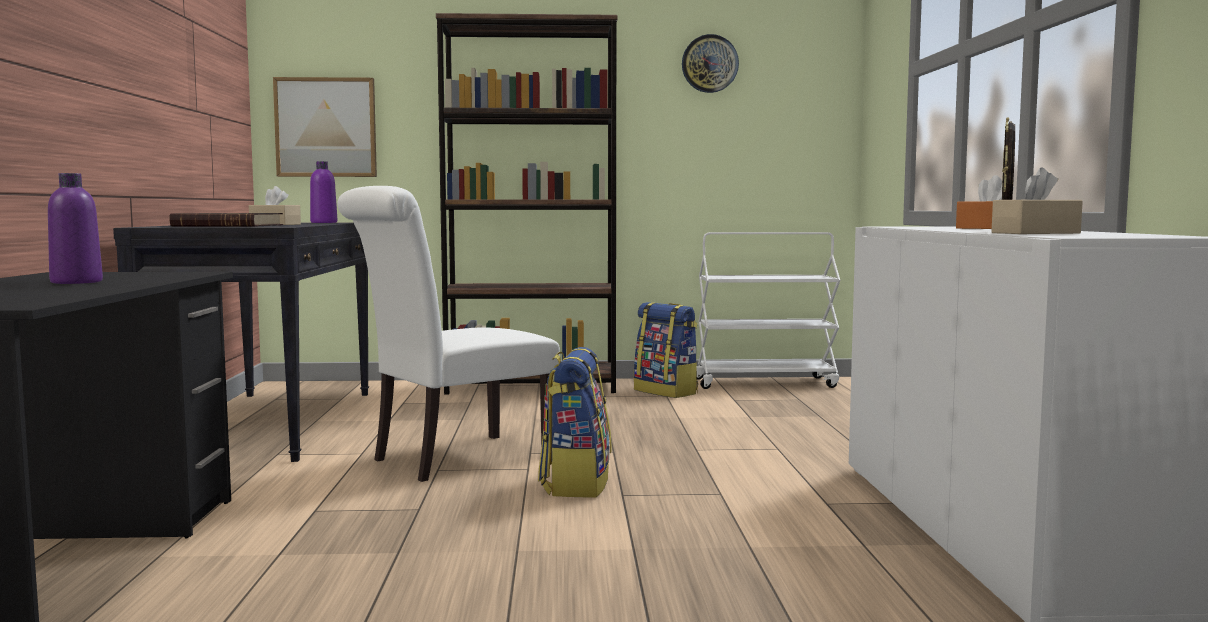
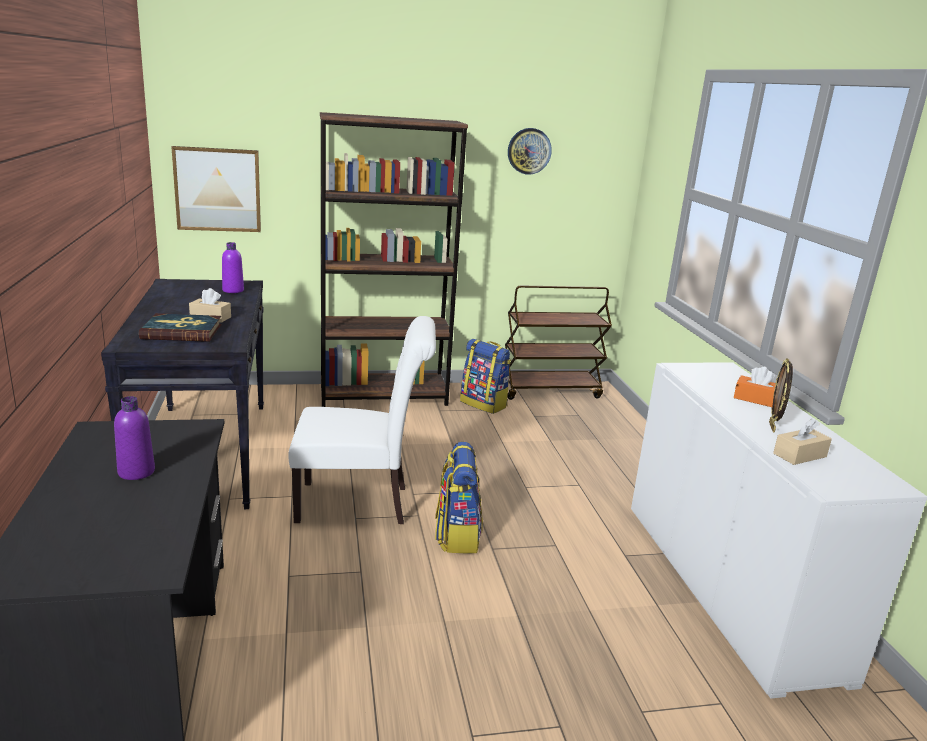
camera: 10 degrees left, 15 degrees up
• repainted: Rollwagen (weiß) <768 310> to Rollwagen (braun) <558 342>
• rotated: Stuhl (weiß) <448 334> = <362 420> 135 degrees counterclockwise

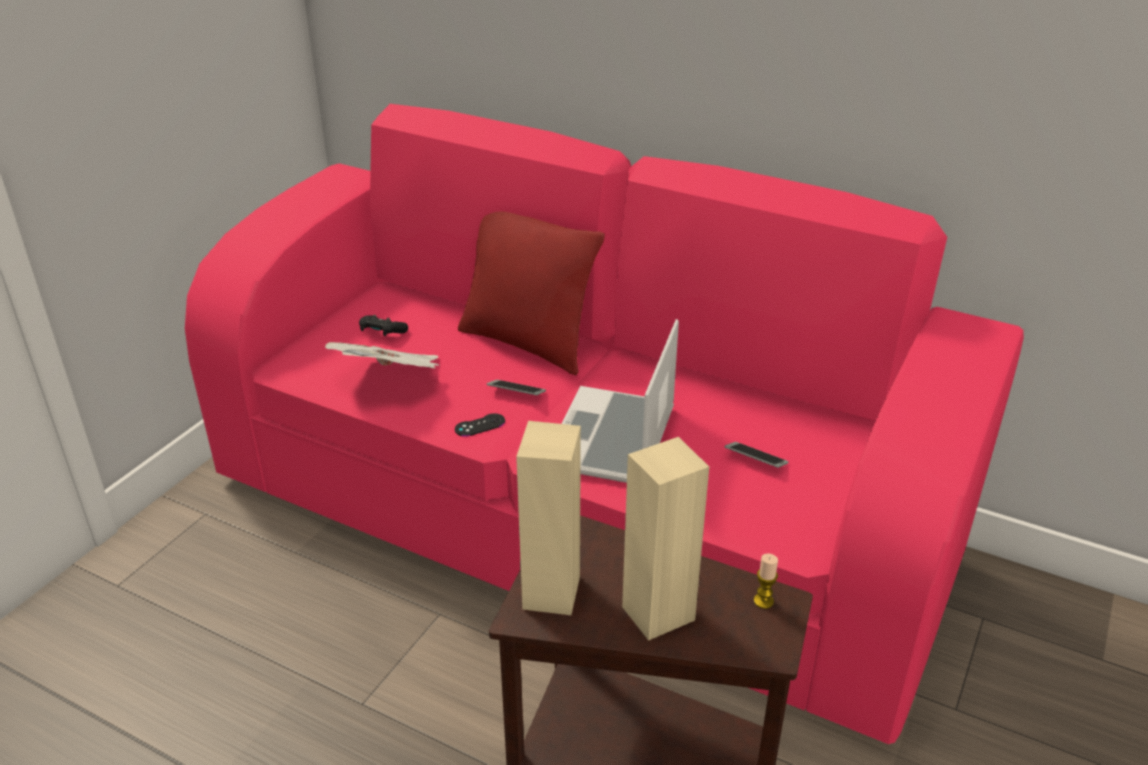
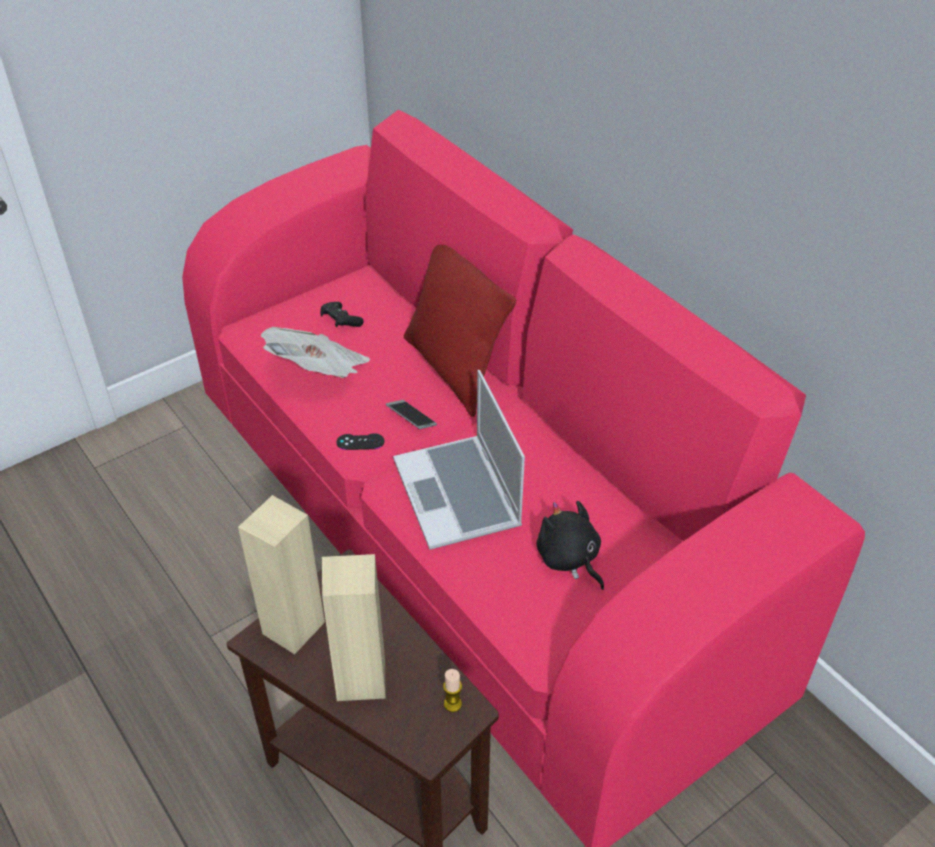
camera: 25 degrees right, 10 degrees up
• swapped: Handy <756 455> to Plüschtier (schwarz) <570 545>
• rotated: Laptop <620 401> = <459 460> 60 degrees counterclockwise

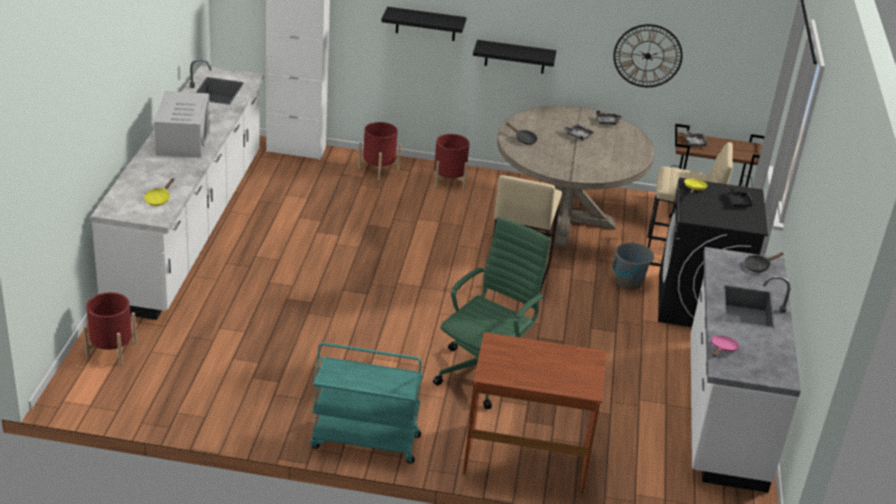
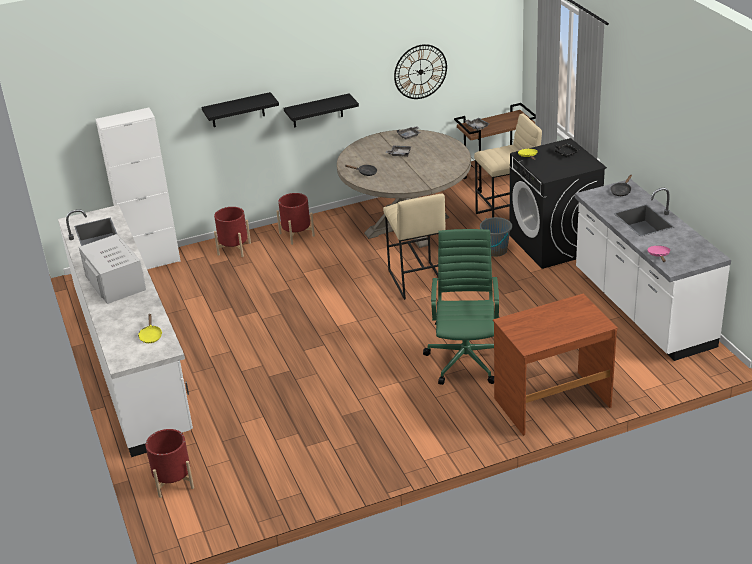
camera: 25 degrees left, 0 degrees up
• gone: Rollwagen (türkis) <366 403>

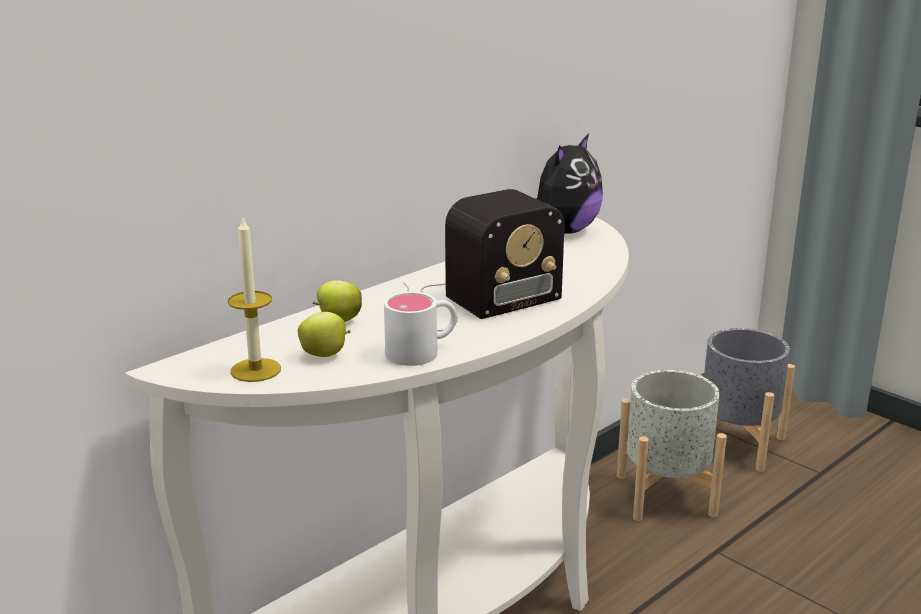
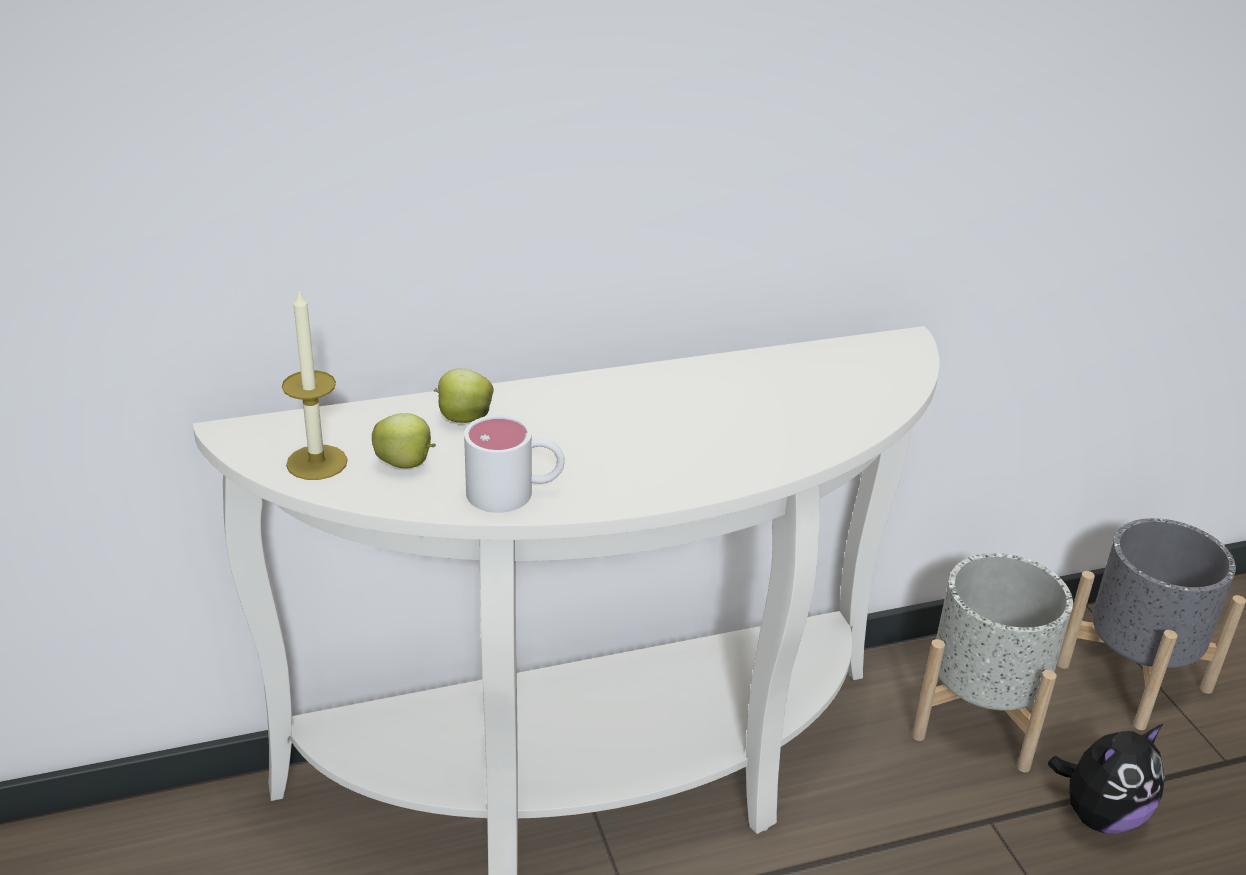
camera: 25 degrees right, 10 degrees up
• gone: Radio <484 260>
• shifted: Plüschtier <569 183> to <1106 779>

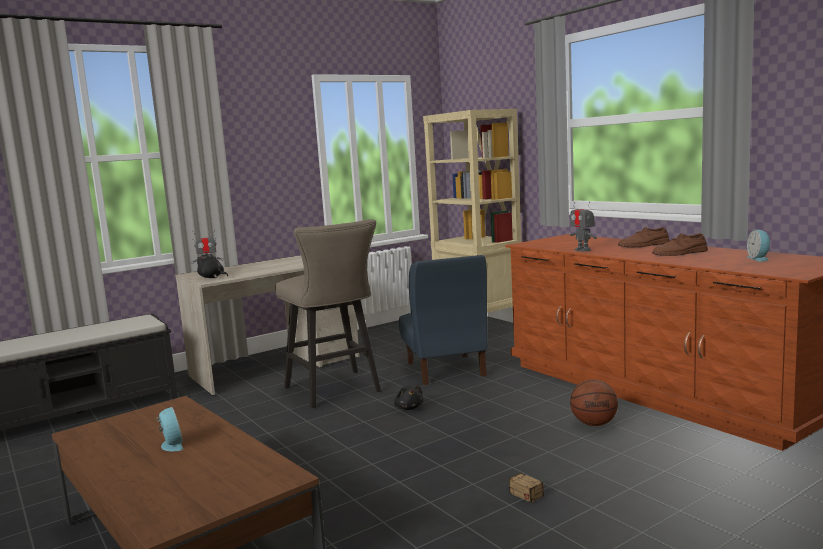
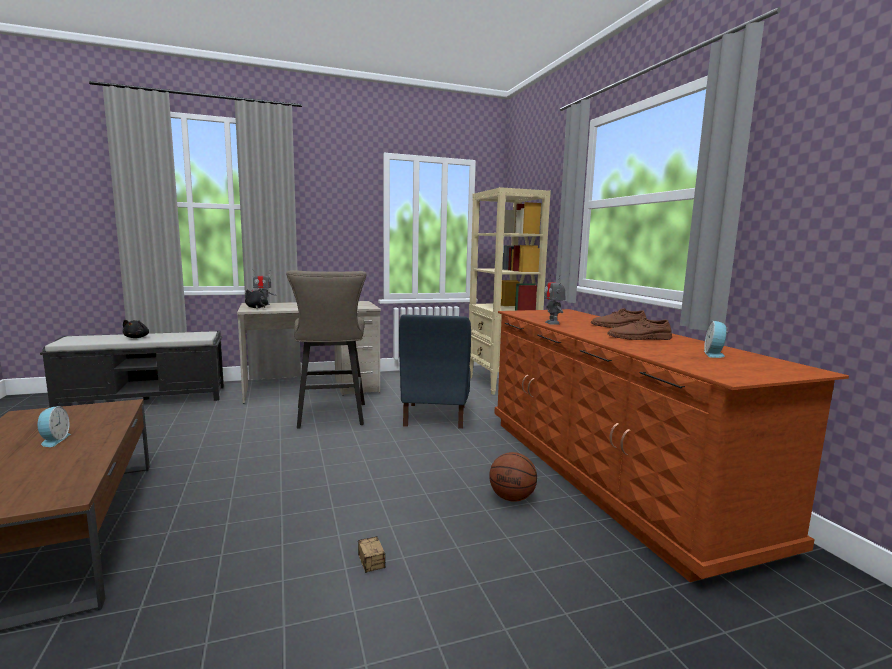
camera: 15 degrees right, 0 degrees up
• shifted: Plüschtier (schwarz) <408 397> to <136 329>

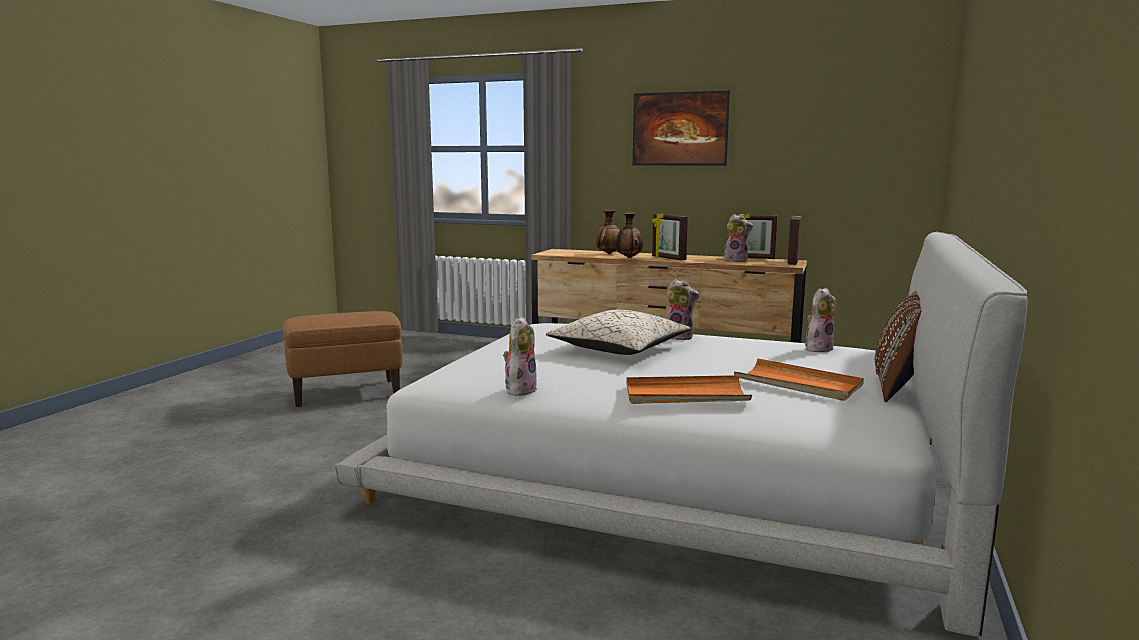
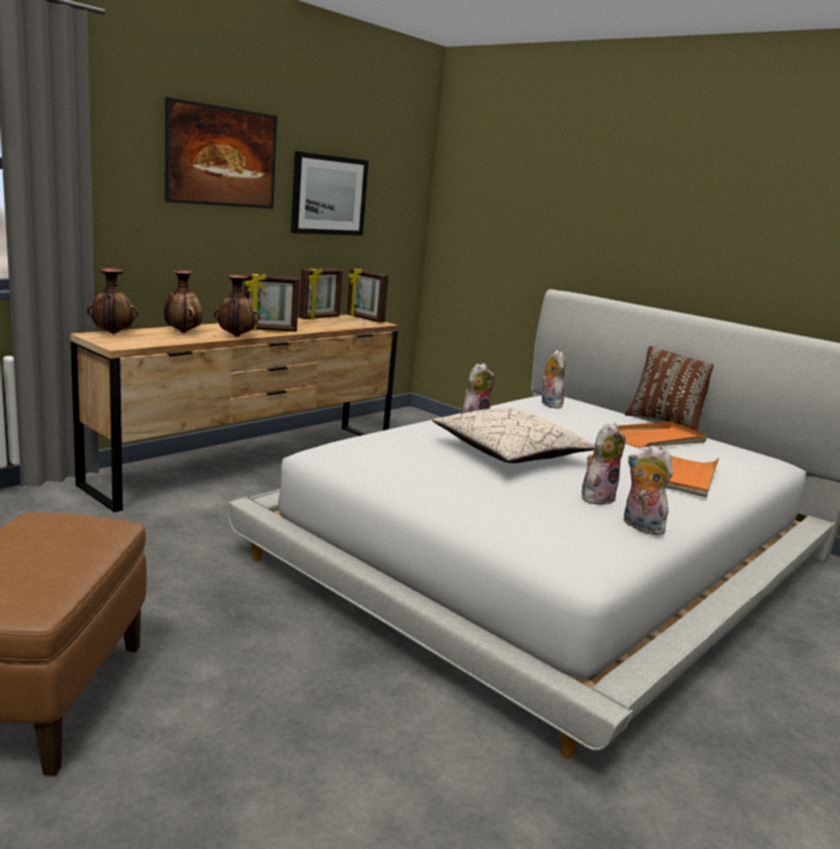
camera: 70 degrees left, 5 degrees up
• new: Vase <112 301>
• new: Bild <330 193>
• shifted: Plüschtier <738 238> to <604 463>

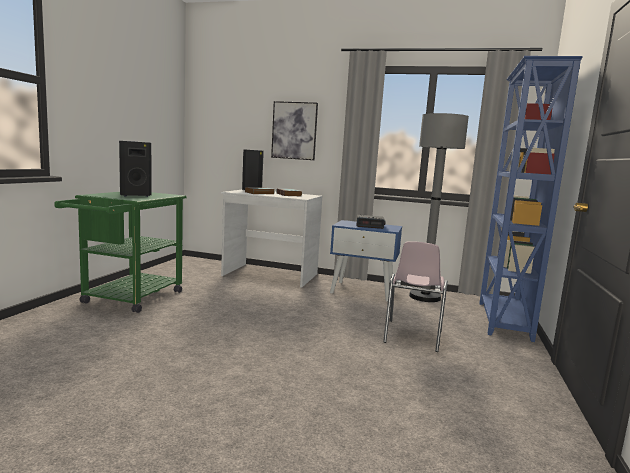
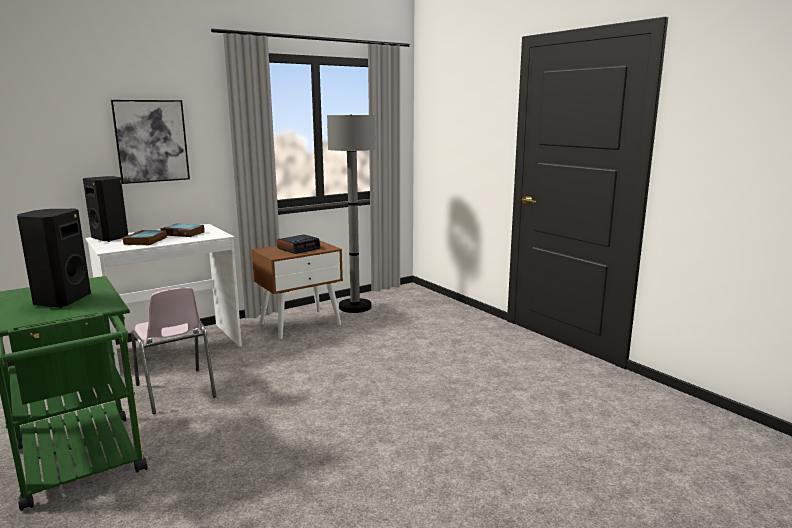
camera: 50 degrees left, 5 degrees up
• gone: Bücherregal (blau) <531 199>
• shifted: Stuhl (rosa) <415 296> to <173 350>
• repainted: Nachttisch (blau) <366 261> to Nachttisch (braun) <297 289>

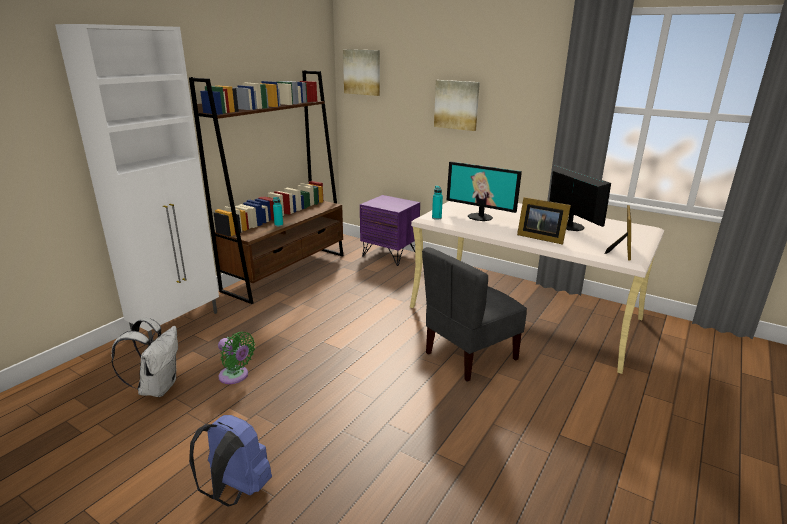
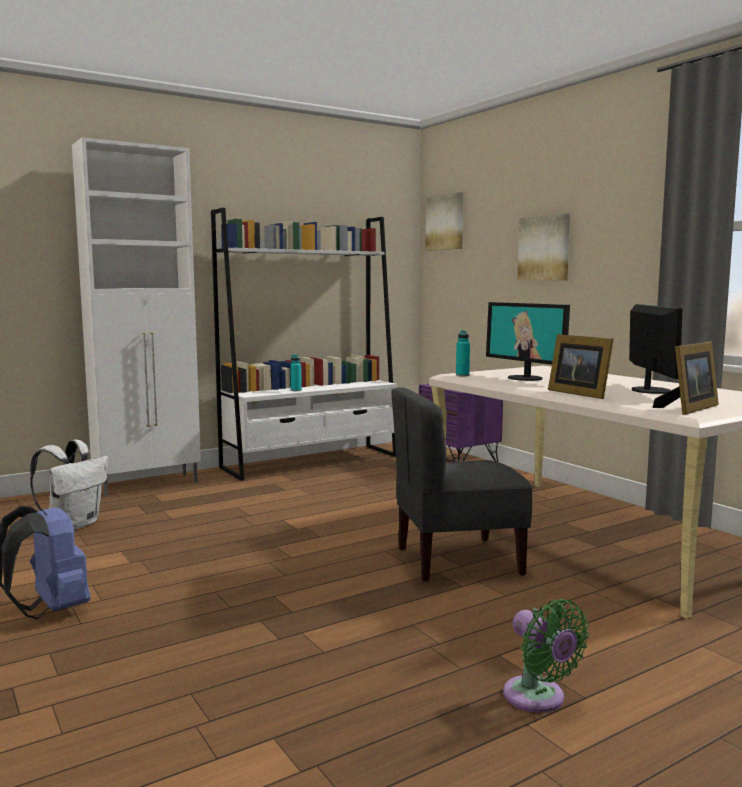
camera: 25 degrees right, 15 degrees down
• shifted: Ventilator (grün) <236 358> to <546 656>
• repainted: Bücherregal (braun) <266 187> to Bücherregal (weiß) <304 344>

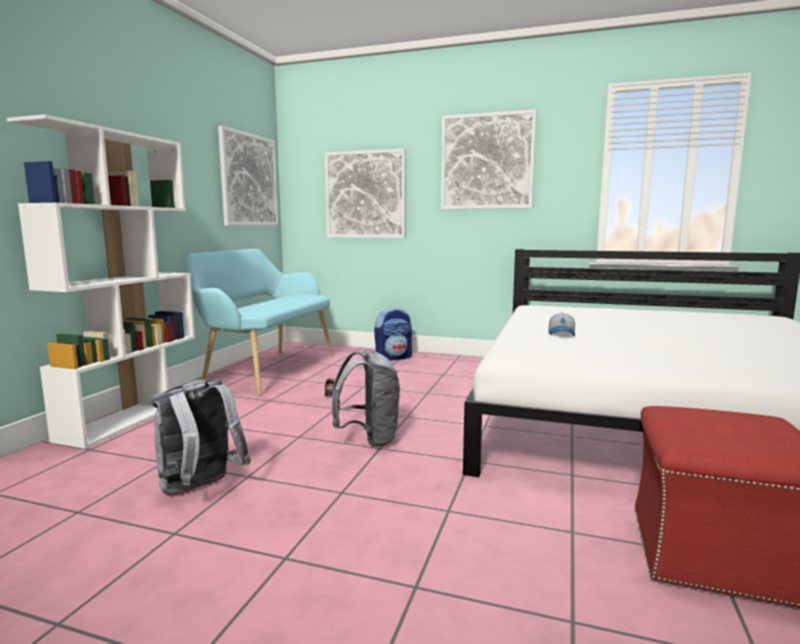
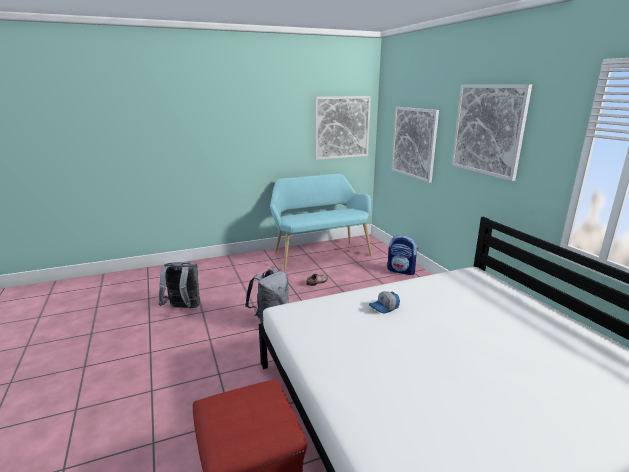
camera: 50 degrees right, 10 degrees up
• gone: Bücherregal (weiß) <101 281>

